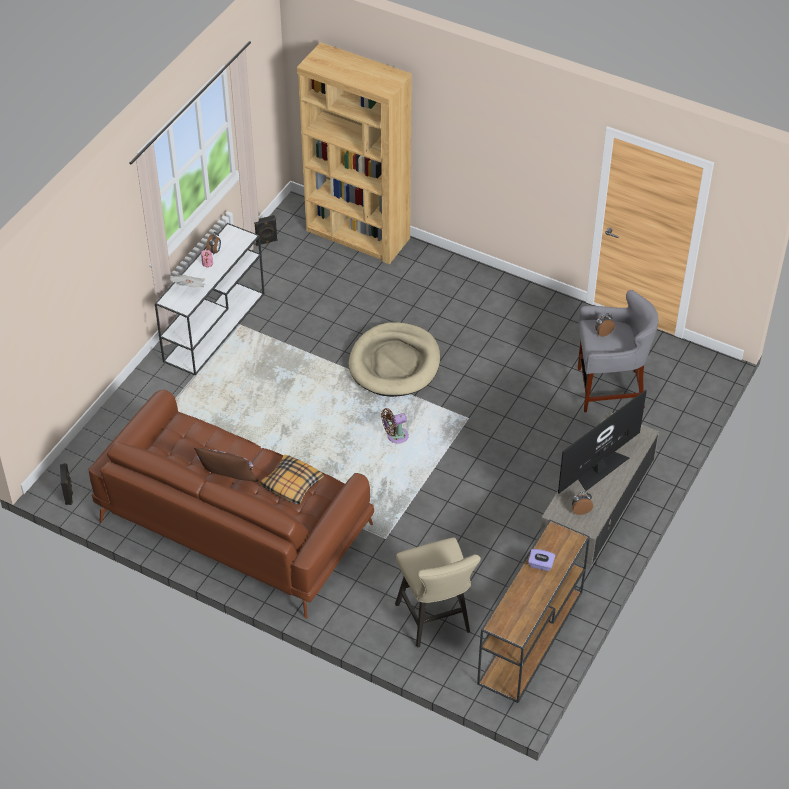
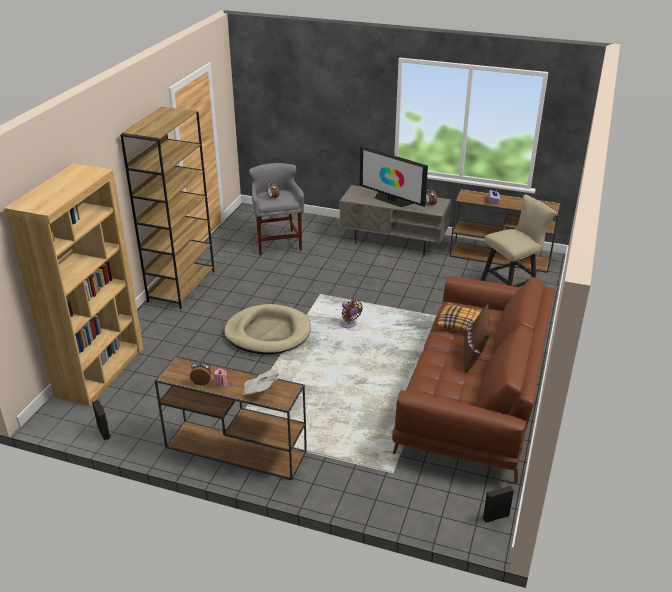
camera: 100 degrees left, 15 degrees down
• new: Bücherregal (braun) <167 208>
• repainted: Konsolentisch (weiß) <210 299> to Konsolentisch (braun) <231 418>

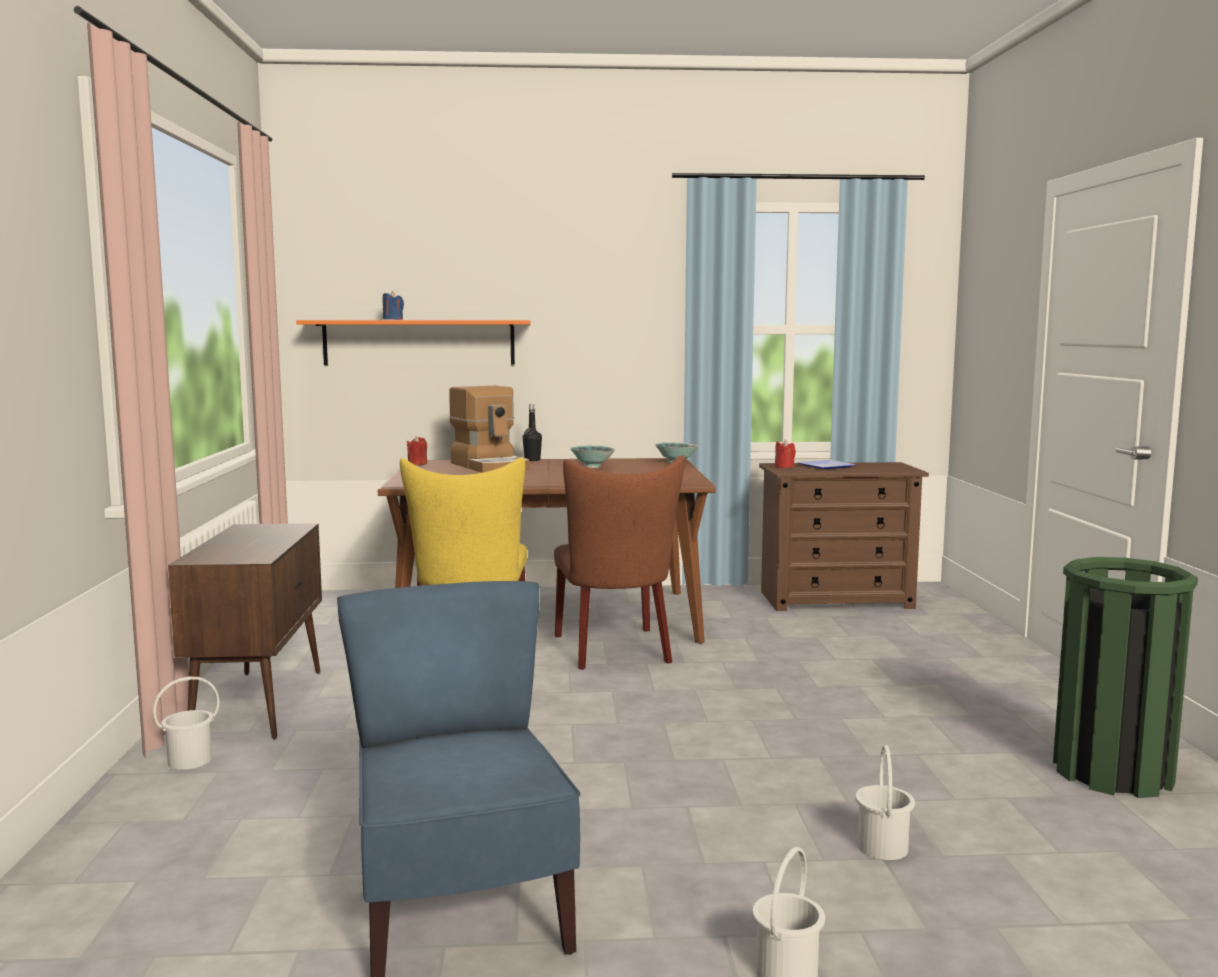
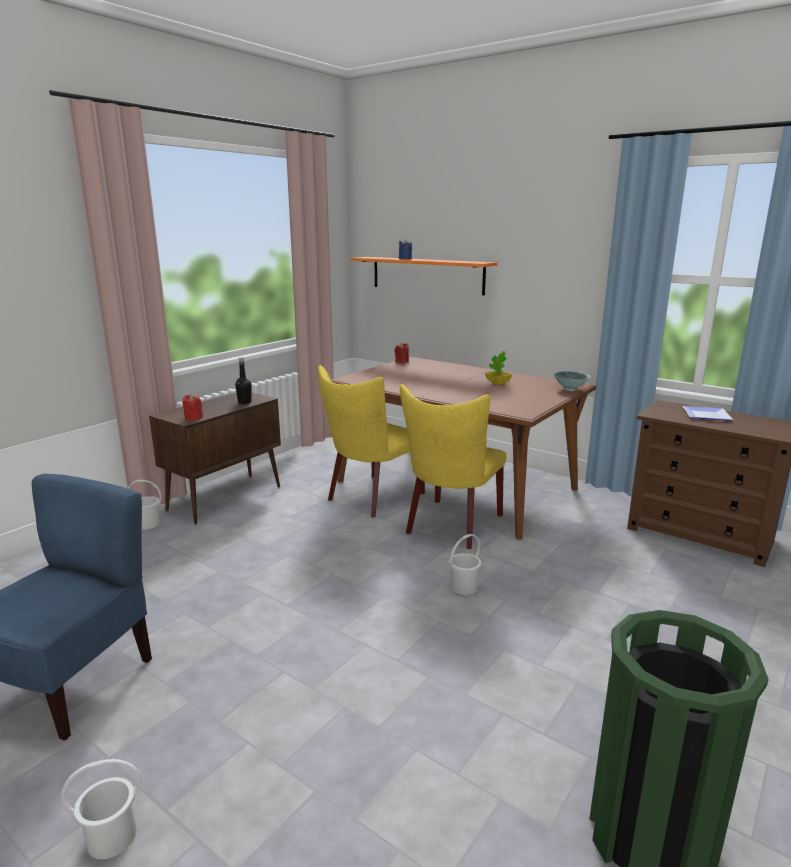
camera: 40 degrees right, 10 degrees up
• gone: Kaffeemaschine <489 429>
• shifted: Flasche (schwarz) <532 432> to <243 381>
• shifted: Kerze (rot) <785 453> to <192 408>
• shifted: Eimer (weiß) <885 802> to <465 564>
• swapped: Schüssel <592 456> to Topfpflanze <498 368>
• repainted: Stuhl (braun) <619 562> to Stuhl (gelb) <453 466>

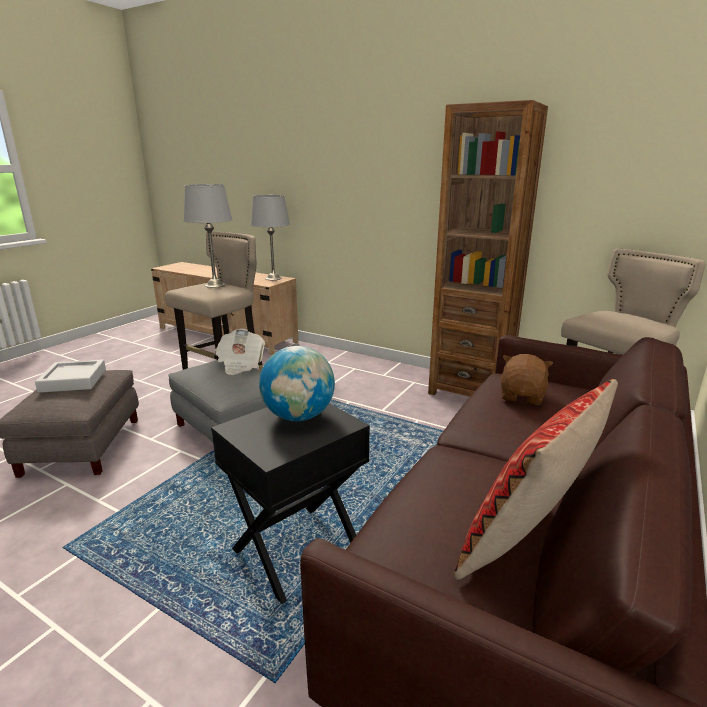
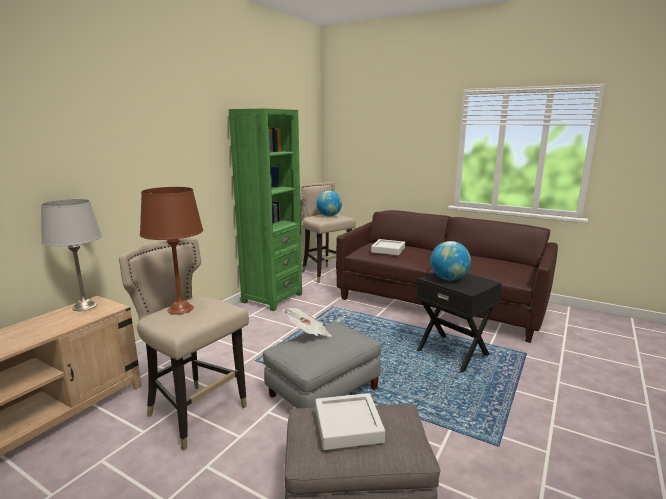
camera: 90 degrees left, 5 degrees down
• gone: Kissen <536 479>
• new: Globus <329 204>
• swapped: Plüschtier (braun) <527 379> to Tablett (grau) <388 247>
• repainted: Tischlampe (grau) <208 236> to Tischlampe (braun) <171 250>
• repainted: Bücherregal (braun) <488 248> to Bücherregal (grün) <265 209>

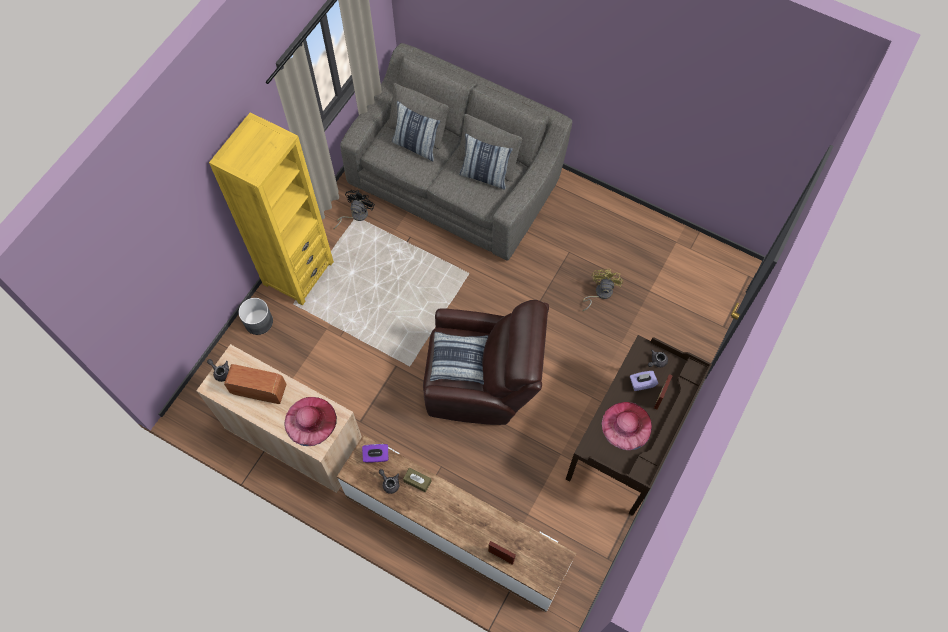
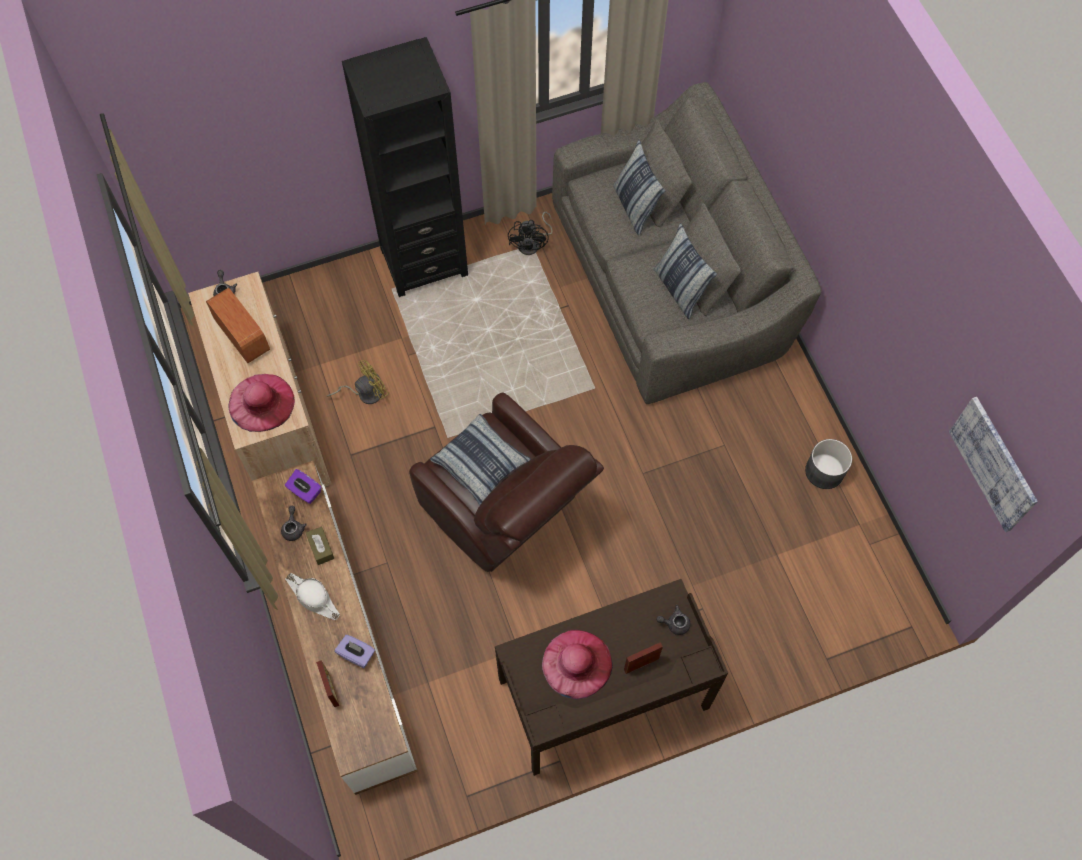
camera: 40 degrees right, 0 degrees up
• new: Hut (weiß) <312 596>
• new: Bild <993 464>
• shifted: Pflanzkübel (grau) <256 316> to <828 464>
• shifted: Ventilator (gelb) <602 290> to <358 382>
• shifted: Taschentuchbox (lila) <644 381> to <355 651>
• repainted: Bücherregal (gelb) <271 209> to Bücherregal (schwarz) <405 167>
• rotated: Ventilator (schwarz) <354 209> = <530 233> 120 degrees clockwise

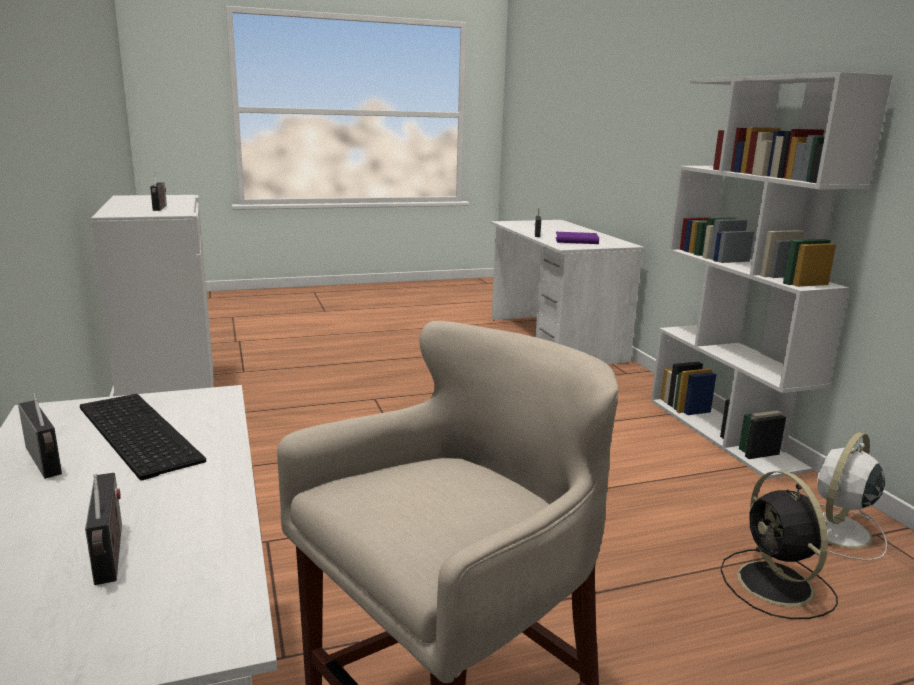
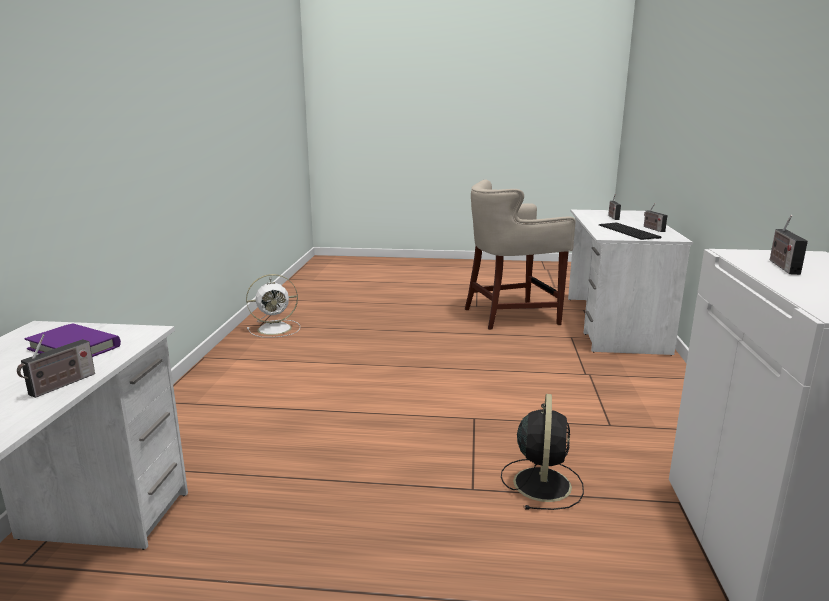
camera: 155 degrees left, 0 degrees up
• gone: Bücherregal (weiß) <772 275>
• shifted: Ventilator (schwarz) <779 545> to <542 452>

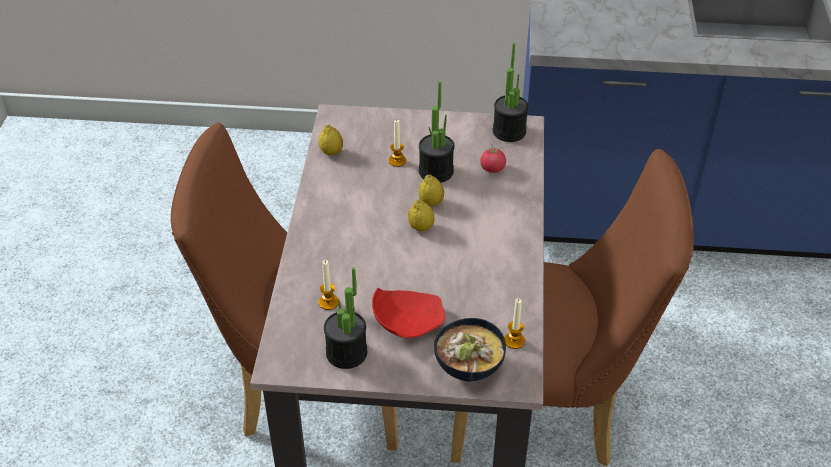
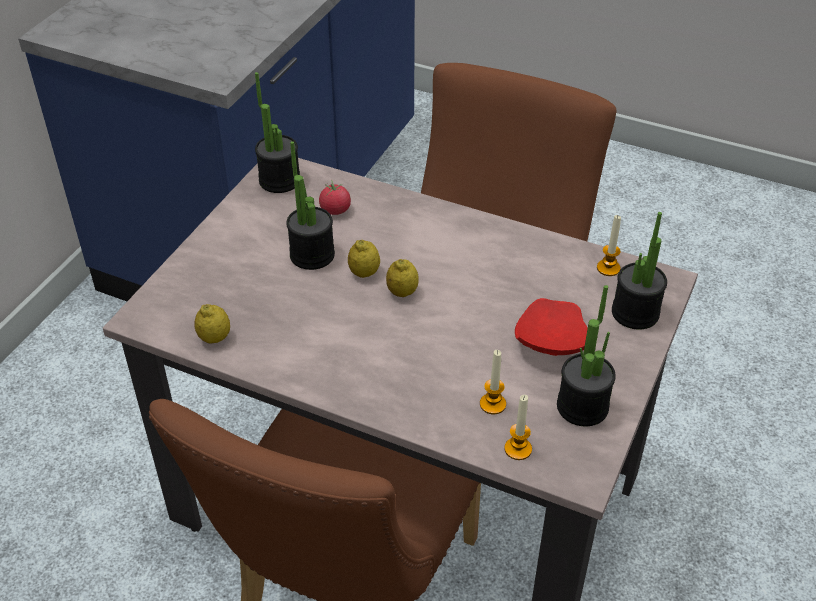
camera: 70 degrees left, 0 degrees up
• shifted: Kerze <397 143> to <518 427>
• swapped: Schüssel <470 350> to Topfpflanze <639 271>

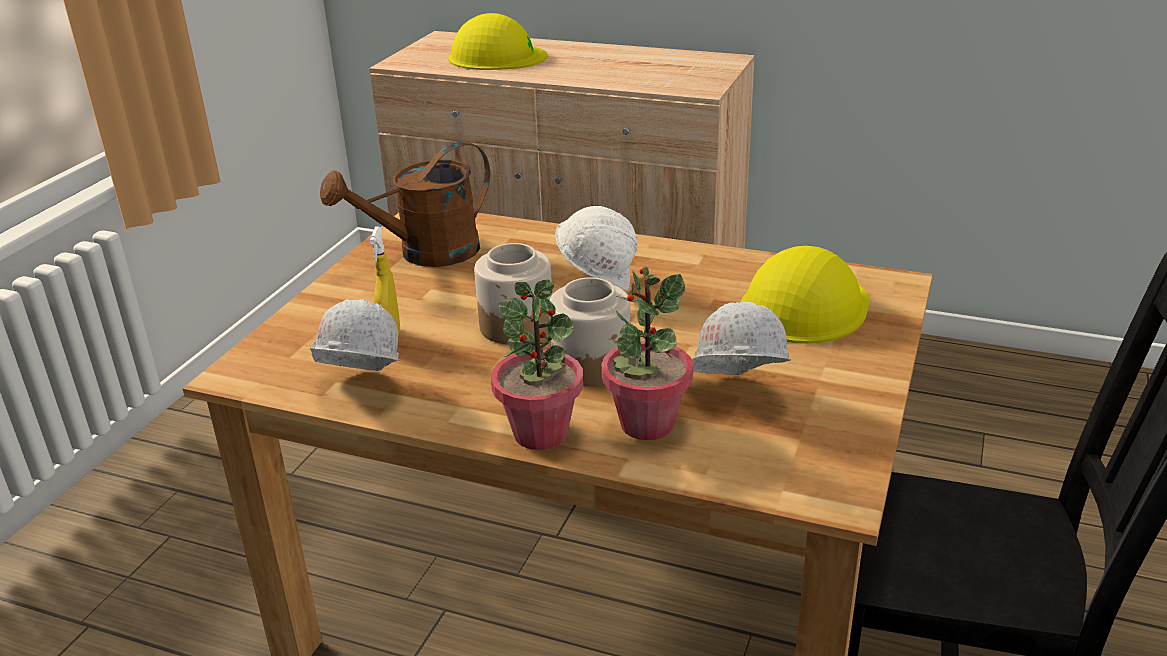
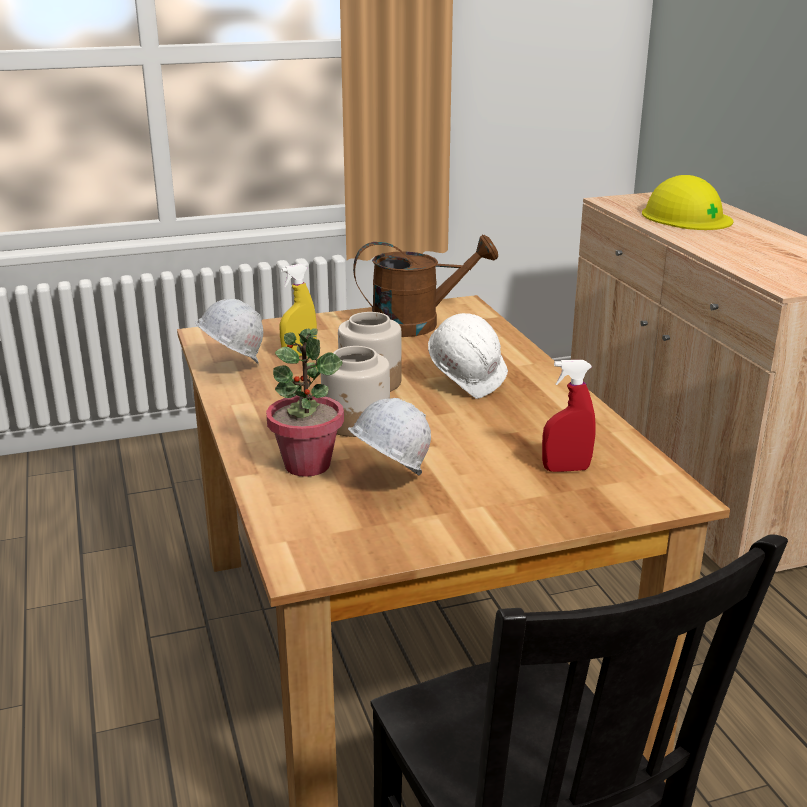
camera: 50 degrees right, 5 degrees down
• gone: Topfpflanze <537 365>
• swapped: Schutzhelm (gelb) <805 294> to Sprühflasche (rot) <569 416>
• rotated: Gießkanne (braun) <405 204> = <425 286> 150 degrees clockwise

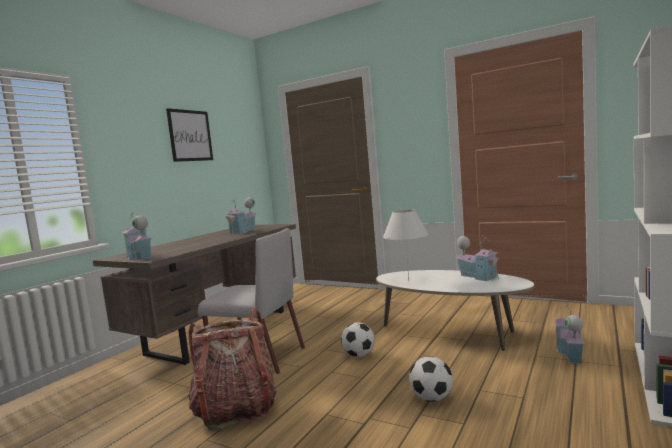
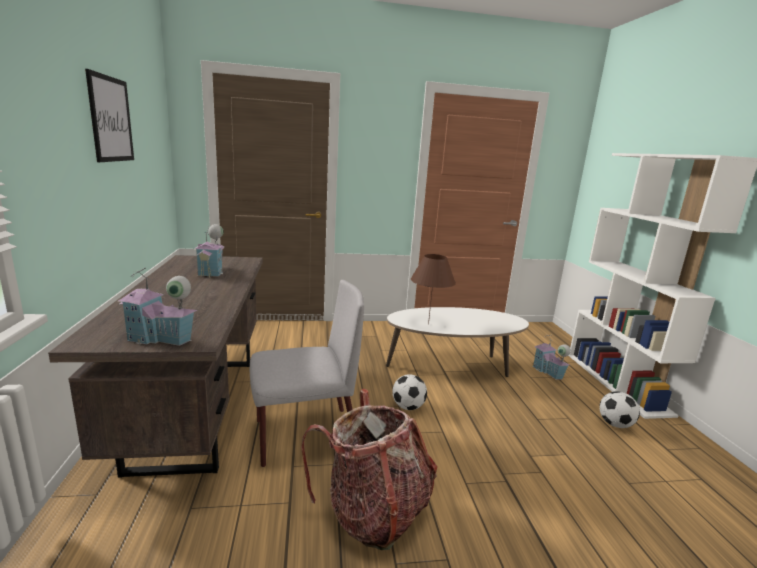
camera: 40 degrees left, 10 degrees up
• gone: Spielzeughaus <477 258>
• shifted: Fußball <431 379> to <619 409>
• repainted: Tischlampe (weiß) <405 244> to Tischlampe (braun) <433 289>

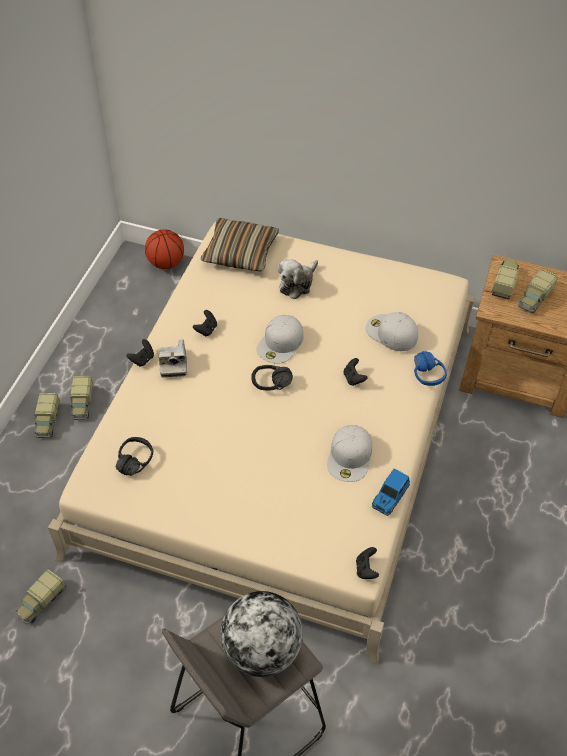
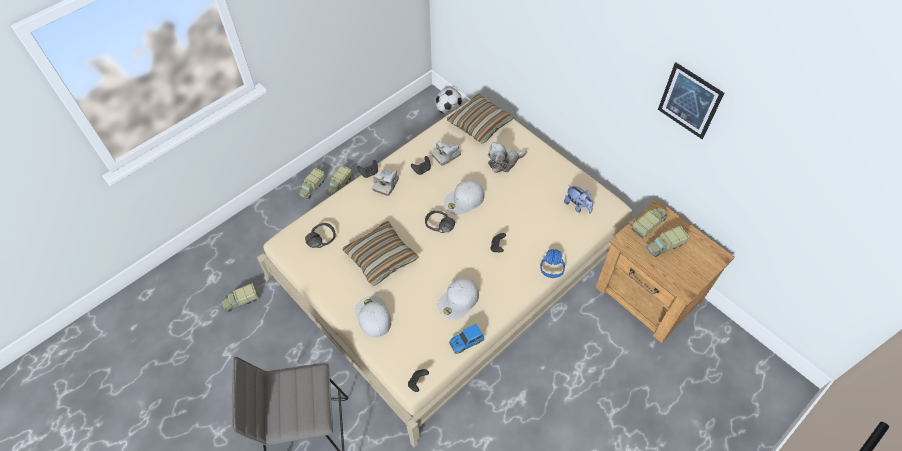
camera: 30 degrees right, 5 degrees up
• gone: Globus <261 634>
• new: Kissen <381 253>
• new: Kamera <446 153>
• new: Plüschtier <578 199>
• new: Bild <691 100>
• shifted: Kappe (weiß) <392 331> to <373 317>
• swapped: Basketball <164 249> to Fußball <449 101>

